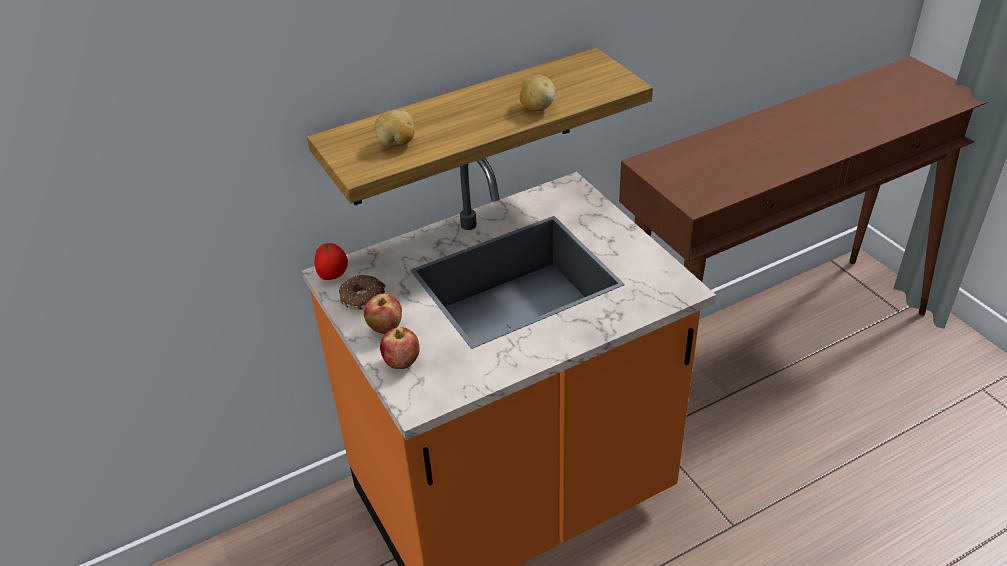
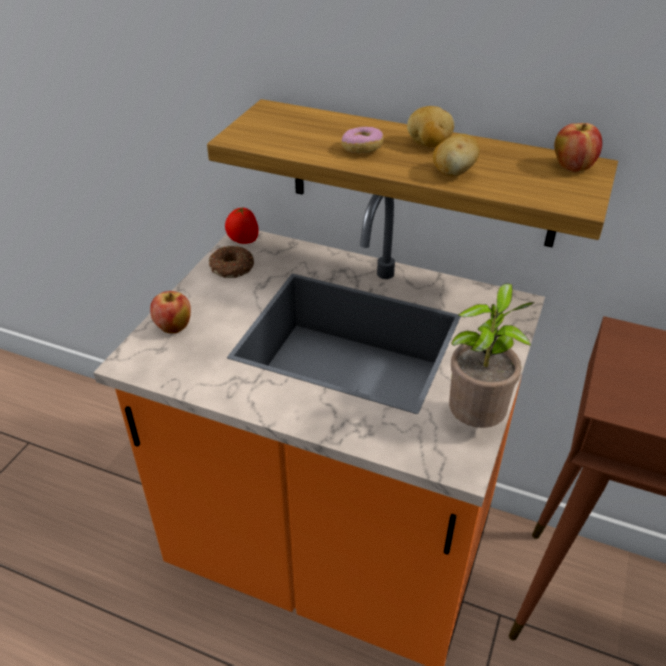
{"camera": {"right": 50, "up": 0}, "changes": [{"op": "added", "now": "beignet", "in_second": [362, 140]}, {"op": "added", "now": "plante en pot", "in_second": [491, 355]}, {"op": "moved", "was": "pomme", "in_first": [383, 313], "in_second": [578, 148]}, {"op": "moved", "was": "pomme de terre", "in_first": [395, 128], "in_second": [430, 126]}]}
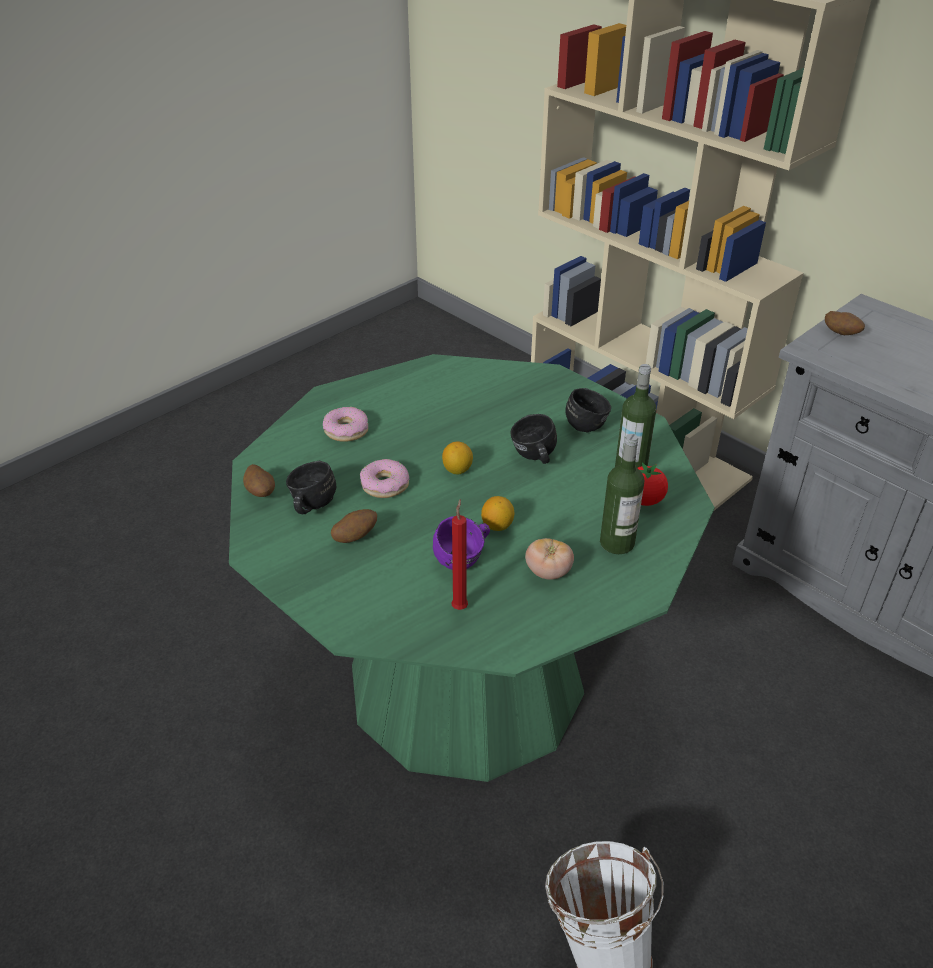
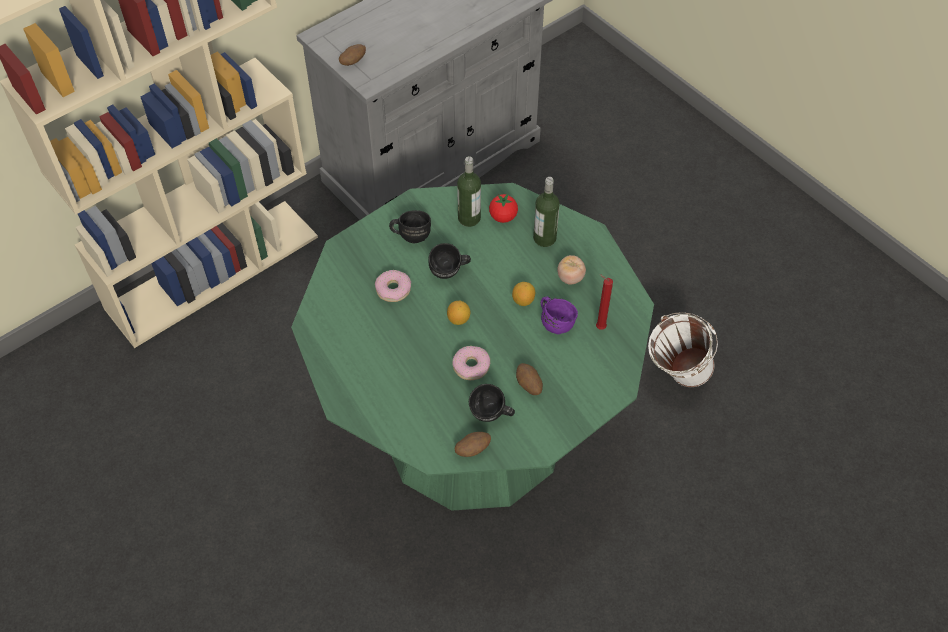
{"camera": {"right": -85, "up": 15}, "changes": [{"op": "moved", "was": "beignet", "in_first": [345, 424], "in_second": [393, 286]}]}
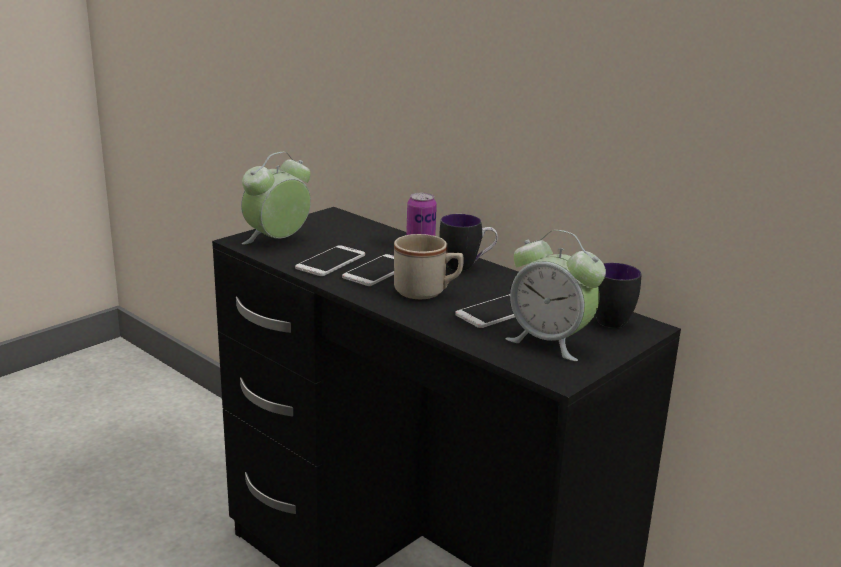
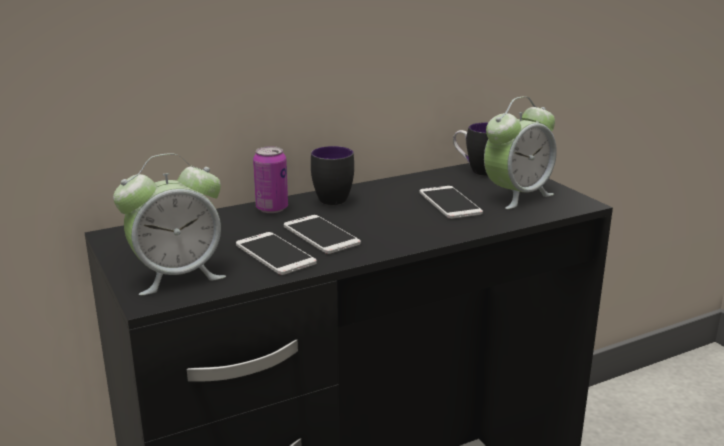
{"camera": {"right": -70, "up": 0}, "changes": [{"op": "removed", "was": "mug/beige", "in_first": [429, 266]}, {"op": "turned", "was": "réveil", "in_first": [276, 198], "in_second": [169, 224], "clockwise": -90}]}
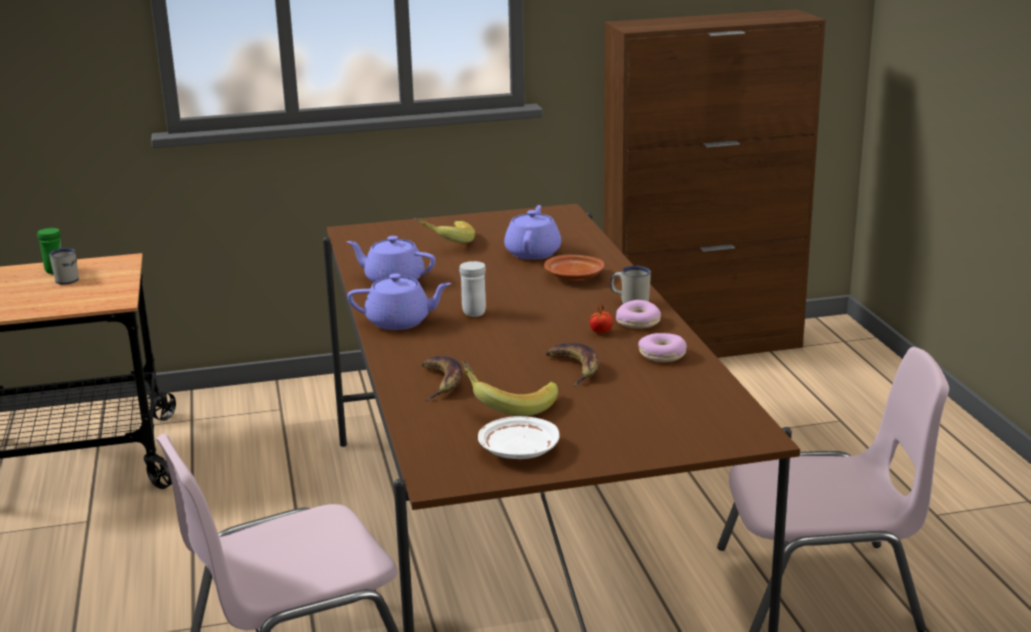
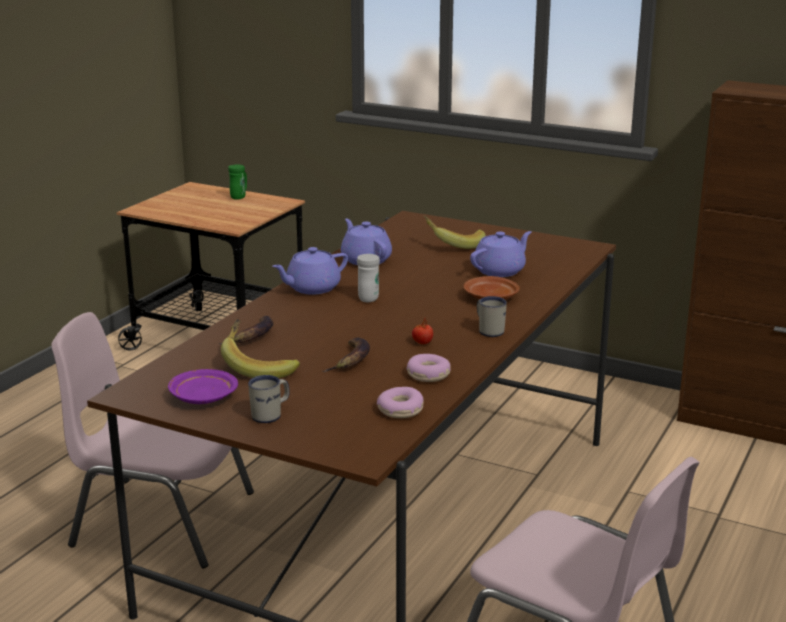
{"camera": {"right": 40, "up": 0}, "changes": [{"op": "moved", "was": "mug/blanc", "in_first": [64, 266], "in_second": [269, 399]}, {"op": "moved", "was": "beignet", "in_first": [638, 314], "in_second": [400, 402]}, {"op": "recoloured", "was": "assiette/blanc", "now": "assiette/violet", "in_first": [519, 437], "in_second": [203, 386]}, {"op": "turned", "was": "théière/violet", "in_first": [399, 301], "in_second": [310, 271], "clockwise": 105}]}
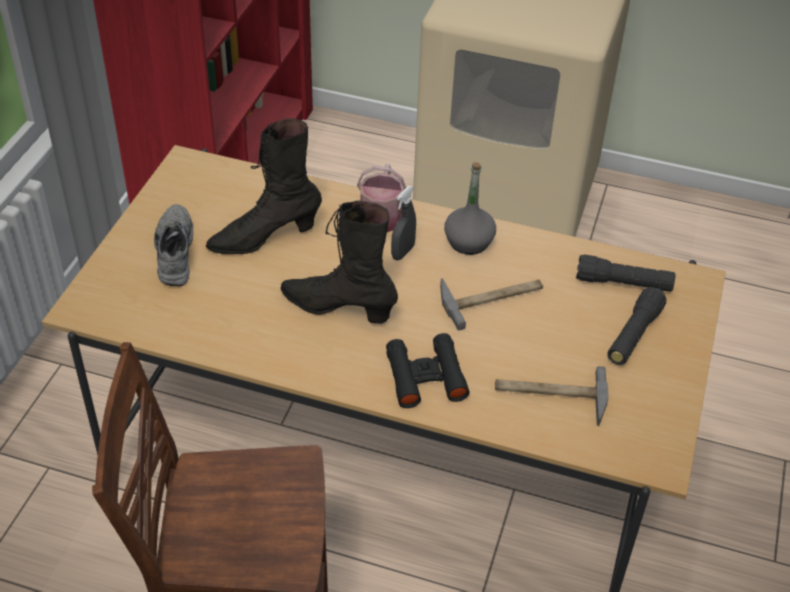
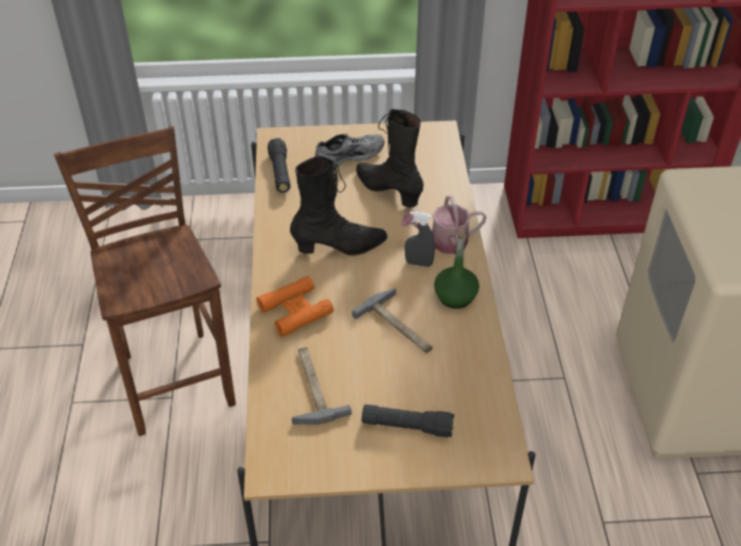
{"camera": {"right": 70, "up": 0}, "changes": [{"op": "moved", "was": "lampe de poche/noir", "in_first": [625, 273], "in_second": [279, 165]}, {"op": "recoloured", "was": "jumelles/noir", "now": "jumelles/orange", "in_first": [428, 370], "in_second": [295, 306]}, {"op": "recoloured", "was": "bouteille/gris", "now": "bouteille/vert", "in_first": [470, 208], "in_second": [456, 270]}, {"op": "turned", "was": "botte/noir", "in_first": [339, 262], "in_second": [339, 206], "clockwise": 75}]}
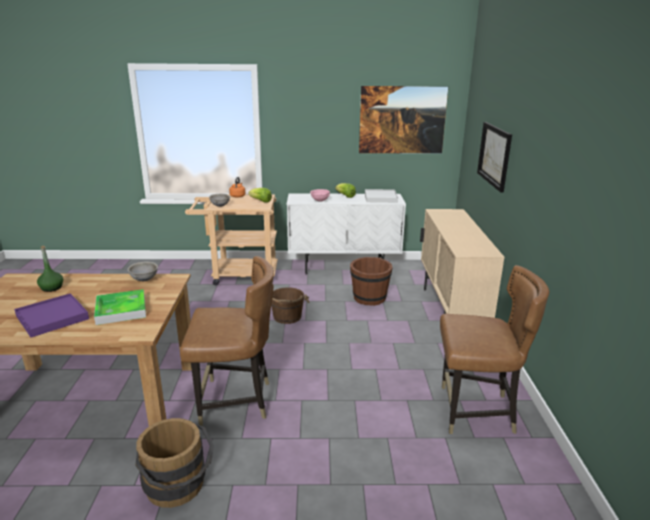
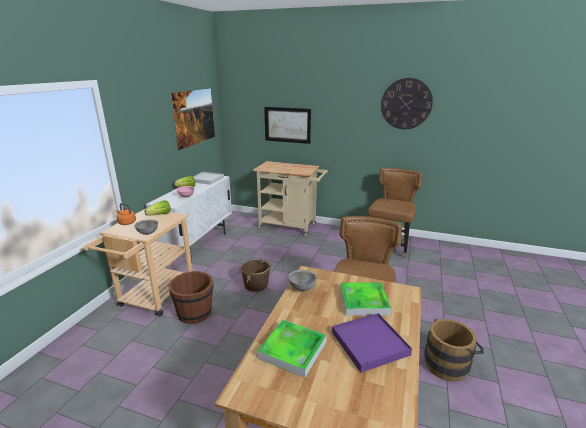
{"camera": {"right": -70, "up": 0}, "changes": [{"op": "added", "now": "horloge murale", "in_second": [407, 103]}, {"op": "moved", "was": "seau/marron", "in_first": [371, 281], "in_second": [191, 297]}, {"op": "replaced", "was": "bouteille/vert", "now": "plateau", "in_first": [50, 269], "in_second": [292, 349]}, {"op": "replaced", "was": "meuble de rangement/beige", "now": "chariot/beige", "in_first": [462, 263], "in_second": [290, 198]}]}
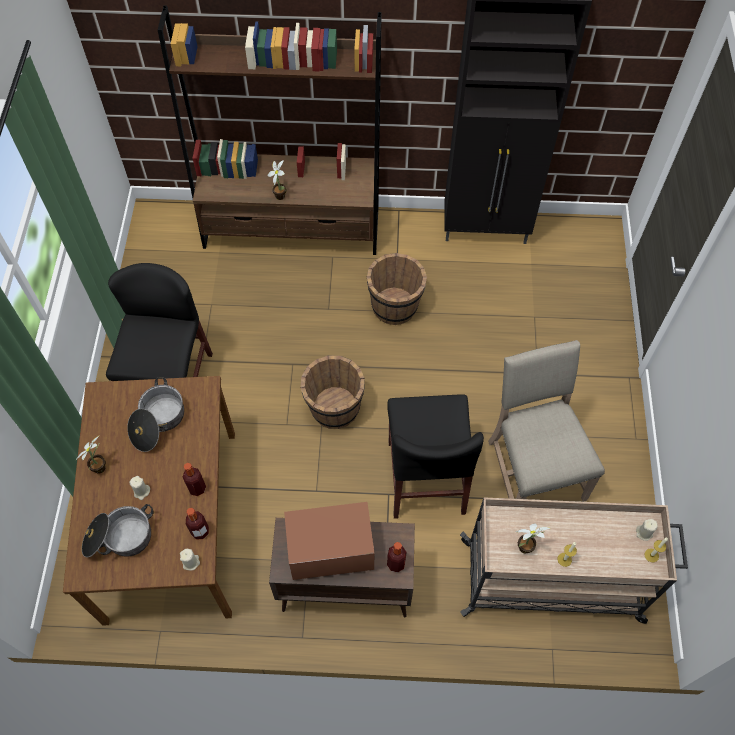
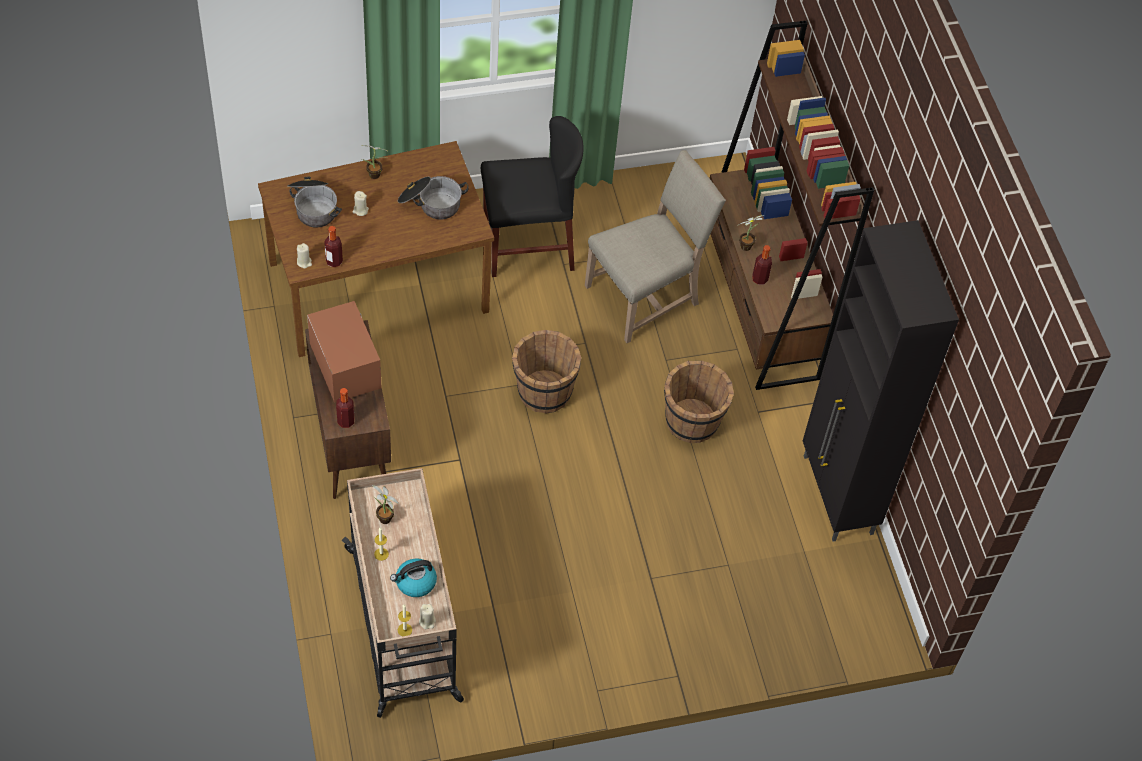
{"camera": {"right": 70, "up": -5}, "changes": [{"op": "removed", "was": "chaise/noir", "in_first": [435, 456]}, {"op": "added", "now": "bouilloire", "in_second": [413, 577]}, {"op": "moved", "was": "bouteille", "in_first": [194, 479], "in_second": [762, 265]}, {"op": "moved", "was": "chaise/beige", "in_first": [546, 421], "in_second": [655, 246]}]}
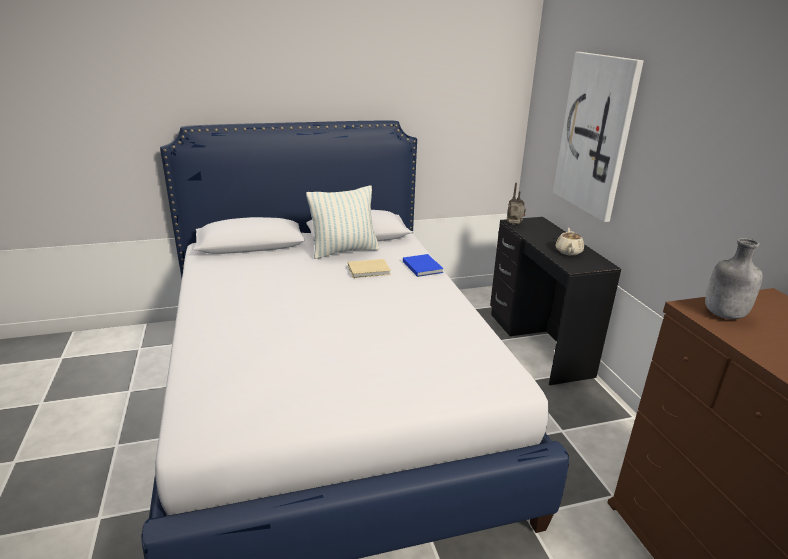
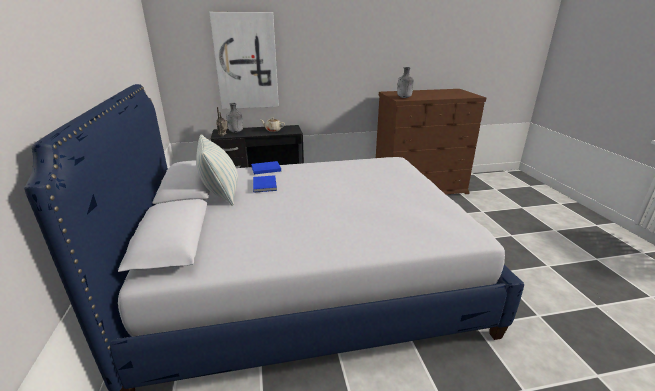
{"camera": {"right": -85, "up": 0}, "changes": [{"op": "added", "now": "bouteille/gris", "in_second": [235, 118]}, {"op": "recoloured", "was": "livre/beige", "now": "livre/bleu", "in_first": [369, 268], "in_second": [265, 184]}]}
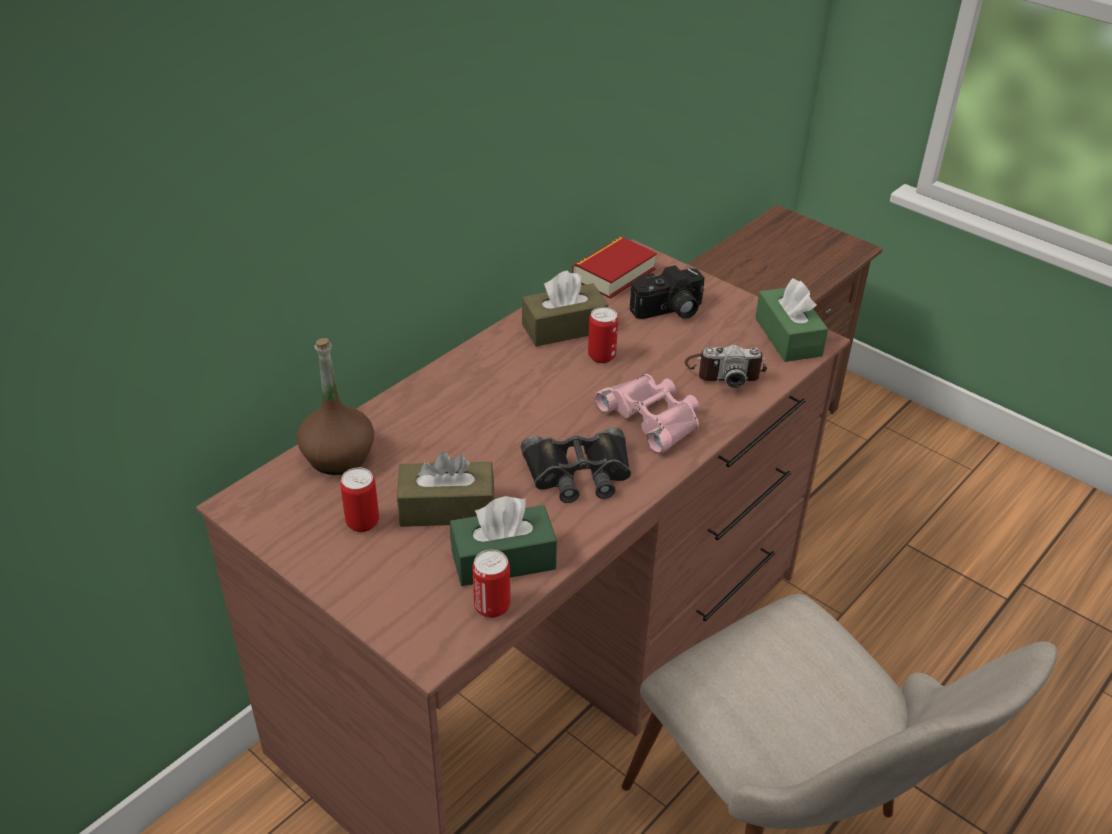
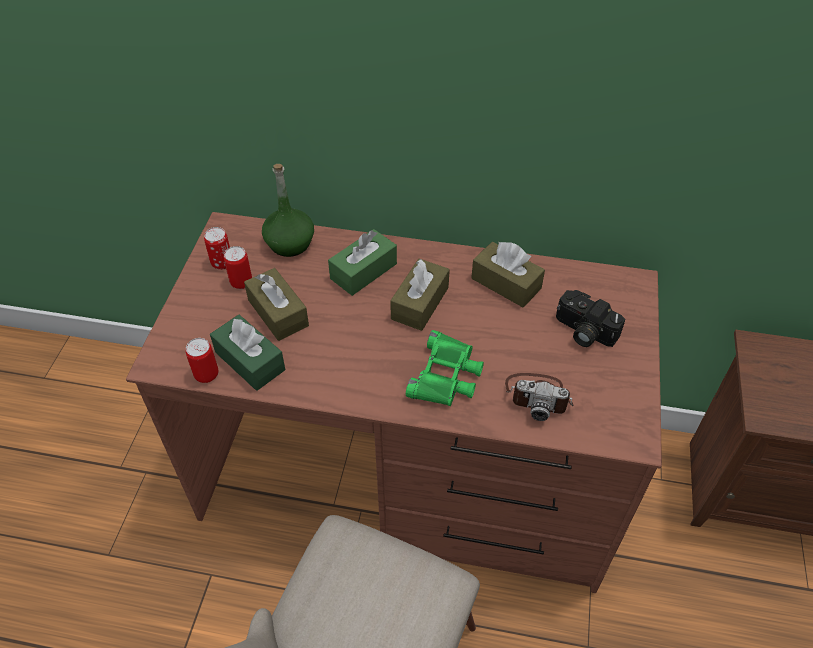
{"camera": {"right": 60, "up": 10}, "changes": [{"op": "removed", "was": "jumelles/noir", "in_first": [576, 465]}, {"op": "removed", "was": "livre", "in_first": [614, 268]}, {"op": "added", "now": "boîte à mouchoirs/marron", "in_second": [420, 295]}, {"op": "moved", "was": "boîte métallique", "in_first": [603, 335], "in_second": [217, 248]}, {"op": "moved", "was": "boîte à mouchoirs/vert", "in_first": [791, 320], "in_second": [362, 262]}, {"op": "recoloured", "was": "bouteille/marron", "now": "bouteille/vert", "in_first": [335, 406], "in_second": [288, 210]}, {"op": "recoloured", "was": "jumelles/rose", "now": "jumelles/vert", "in_first": [647, 414], "in_second": [445, 368]}, {"op": "turned", "was": "appareil photo", "in_first": [726, 366], "in_second": [539, 397], "clockwise": -45}]}
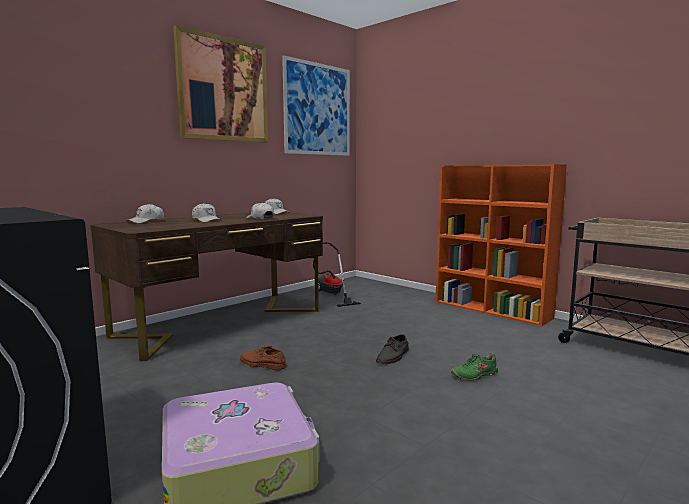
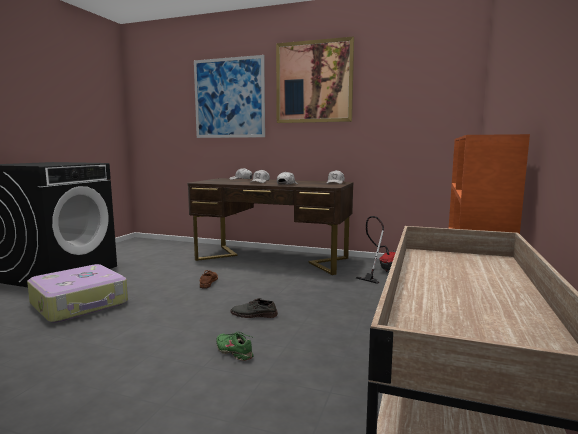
{"camera": {"right": 65, "up": 0}, "changes": [{"op": "moved", "was": "tableau", "in_first": [316, 105], "in_second": [229, 96]}]}
